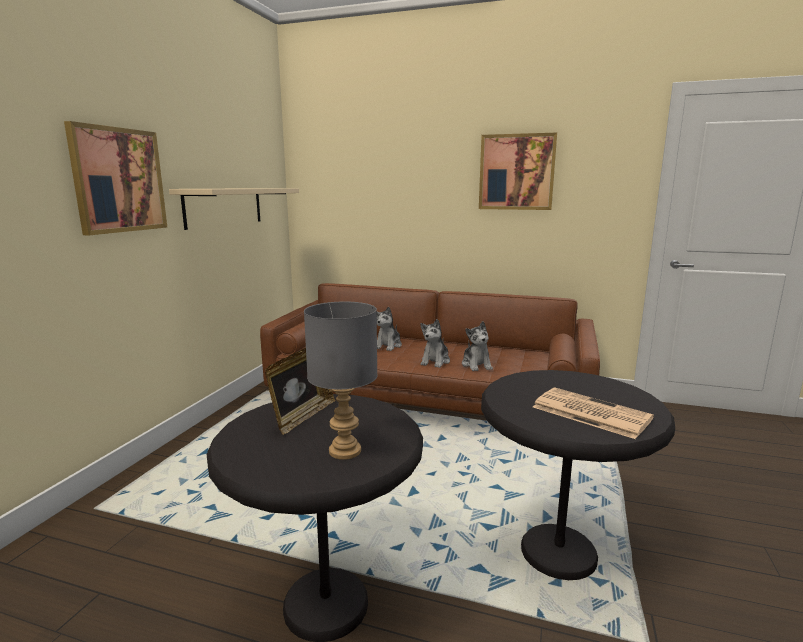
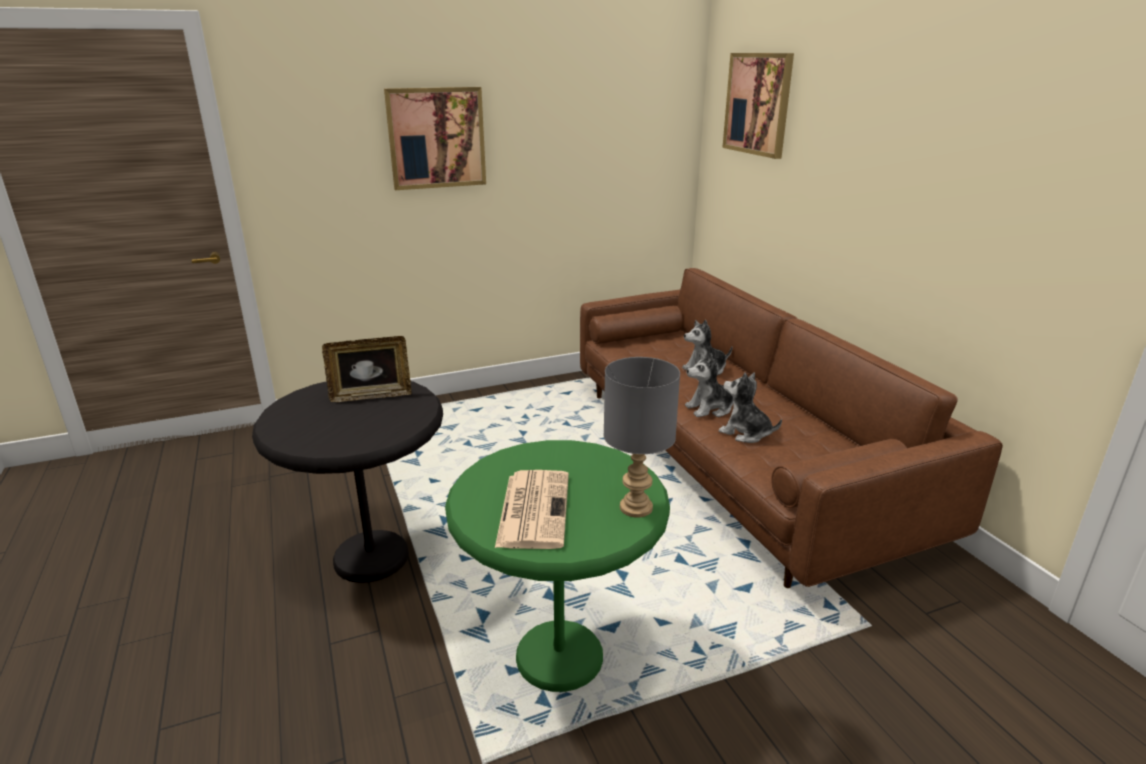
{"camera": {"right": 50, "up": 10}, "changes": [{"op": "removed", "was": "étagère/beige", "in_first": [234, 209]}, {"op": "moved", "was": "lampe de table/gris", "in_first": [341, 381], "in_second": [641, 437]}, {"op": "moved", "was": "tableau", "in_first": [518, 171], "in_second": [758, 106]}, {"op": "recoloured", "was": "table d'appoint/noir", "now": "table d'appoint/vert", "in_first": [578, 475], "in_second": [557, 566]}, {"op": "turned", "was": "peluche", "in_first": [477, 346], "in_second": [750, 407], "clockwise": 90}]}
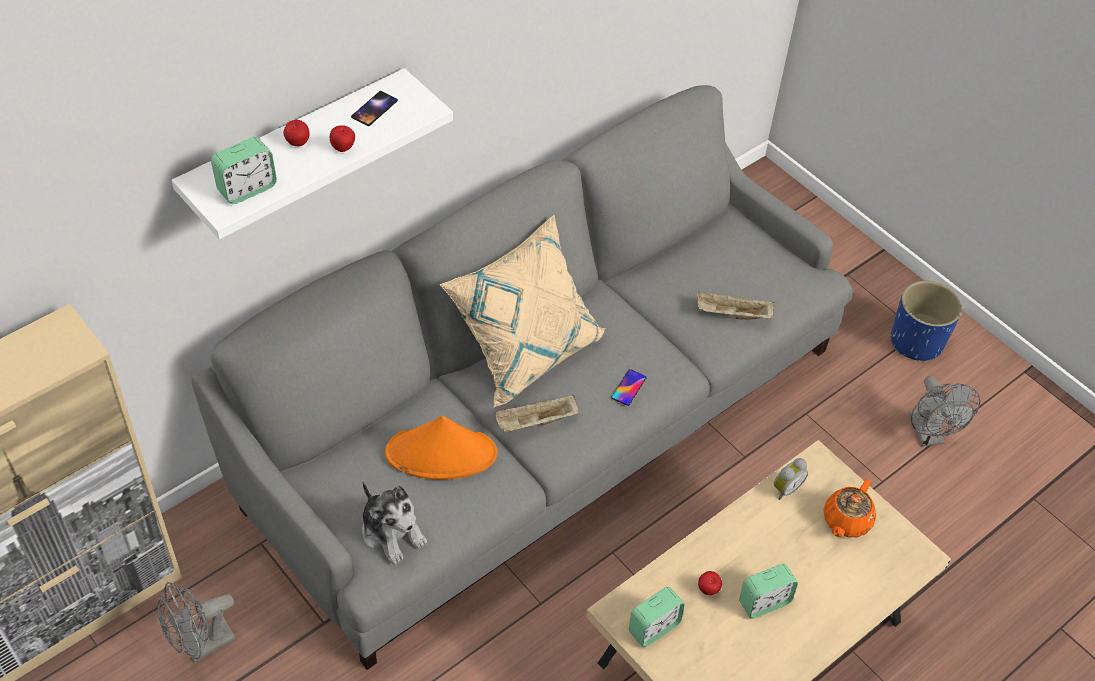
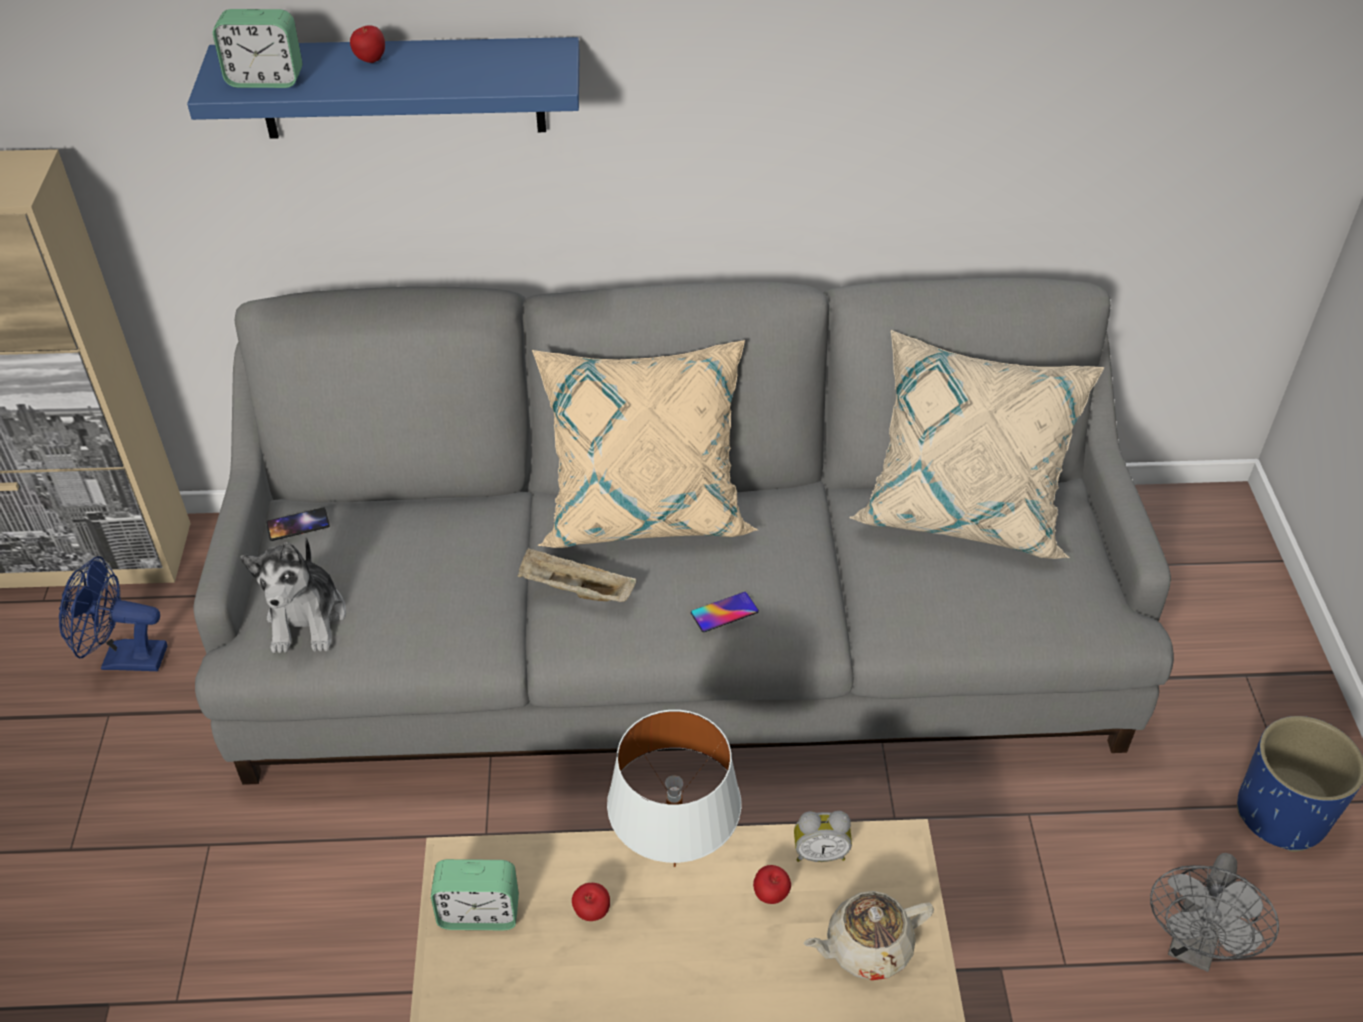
{"camera": {"right": 40, "up": -5}, "changes": [{"op": "removed", "was": "chapeau/orange", "in_first": [441, 448]}, {"op": "removed", "was": "plateau/beige", "in_first": [735, 305]}, {"op": "removed", "was": "réveil", "in_first": [768, 591]}, {"op": "added", "now": "lampe de table/blanc", "in_second": [674, 788]}, {"op": "added", "now": "coussin/beige", "in_second": [976, 444]}, {"op": "moved", "was": "pomme", "in_first": [342, 138], "in_second": [772, 884]}, {"op": "moved", "was": "téléphone", "in_first": [374, 108], "in_second": [298, 524]}, {"op": "recoloured", "was": "ventilateur/gris", "now": "ventilateur/bleu", "in_first": [197, 622], "in_second": [113, 613]}, {"op": "recoloured", "was": "étagère/blanc", "now": "étagère/bleu", "in_first": [312, 153], "in_second": [383, 88]}, {"op": "recoloured", "was": "théière/orange", "now": "théière/beige", "in_first": [849, 508], "in_second": [869, 935]}]}
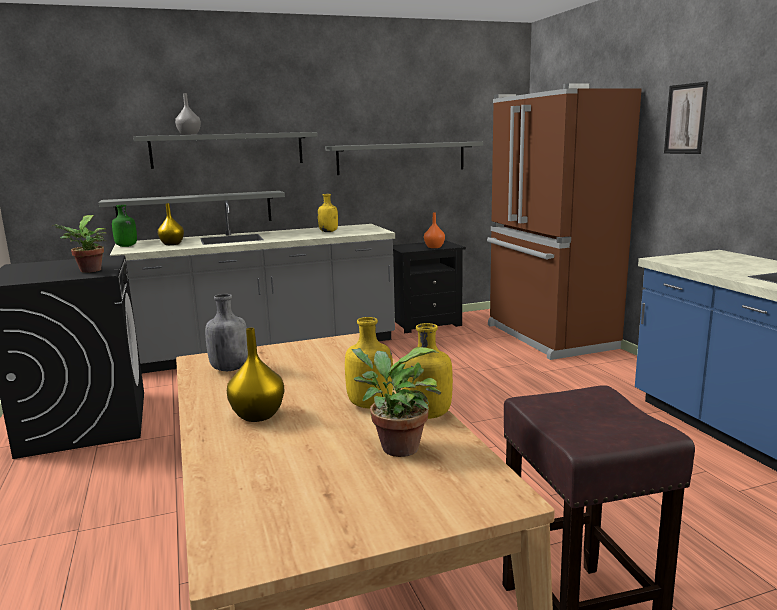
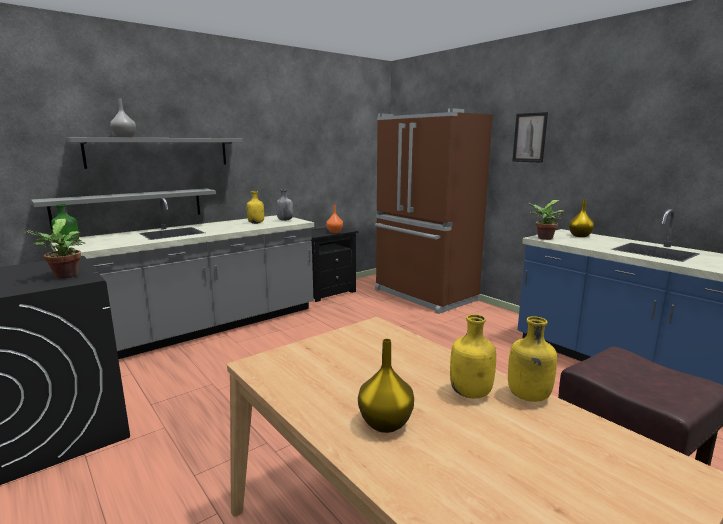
{"camera": {"right": -20, "up": 0}, "changes": [{"op": "removed", "was": "étagère/gris", "in_first": [404, 158]}, {"op": "moved", "was": "vase/jaune", "in_first": [171, 224], "in_second": [581, 218]}, {"op": "moved", "was": "bouteille/gris", "in_first": [226, 332], "in_second": [284, 205]}, {"op": "moved", "was": "plante en pot", "in_first": [396, 402], "in_second": [545, 220]}]}
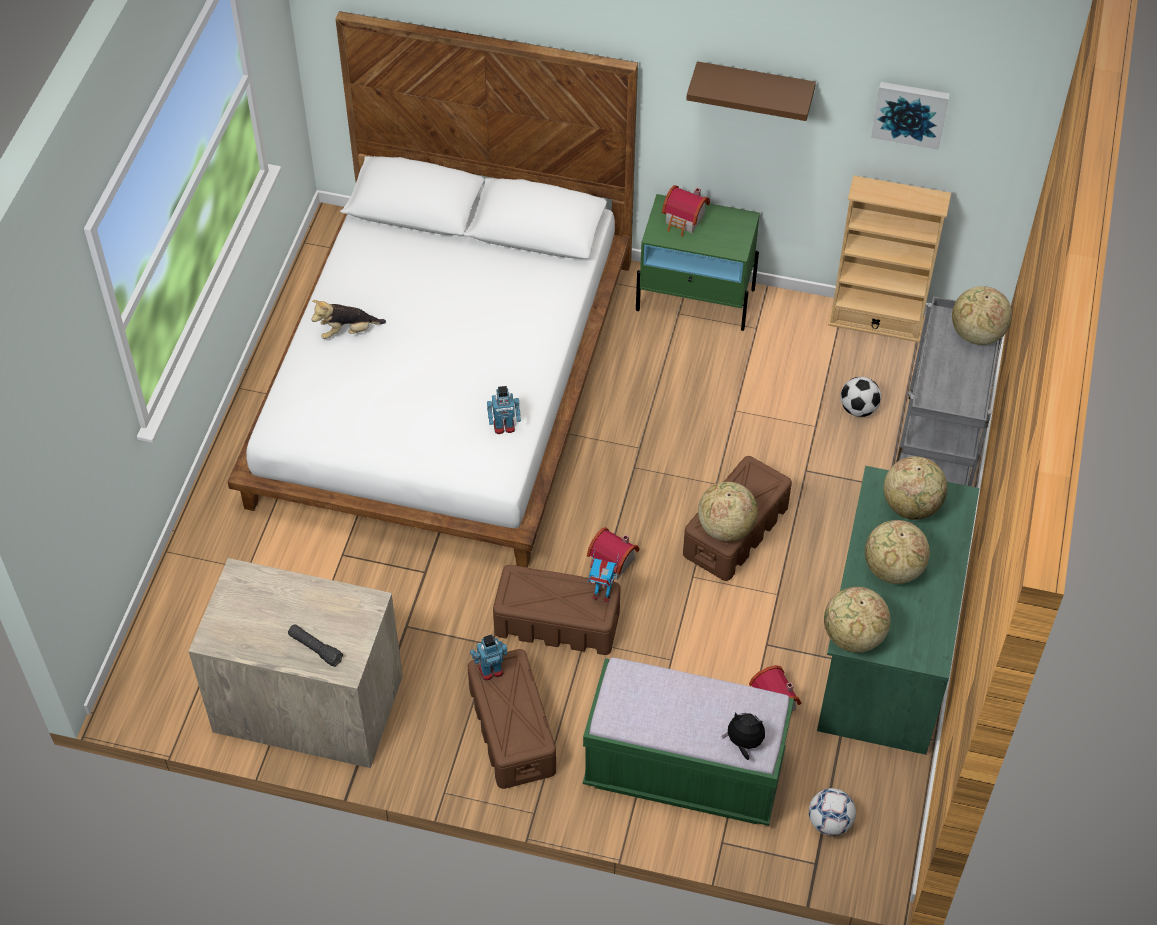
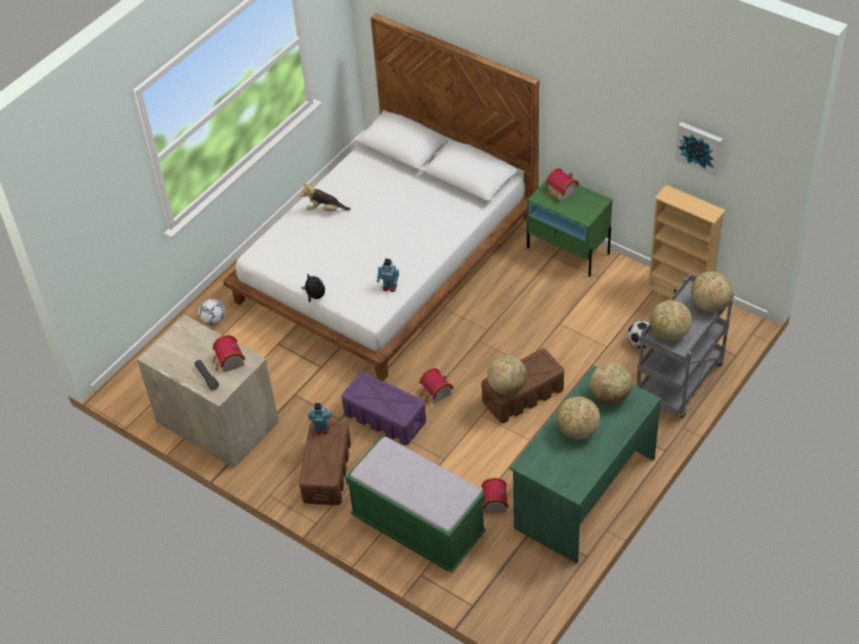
{"camera": {"right": 25, "up": -5}, "changes": [{"op": "removed", "was": "robot jouet", "in_first": [603, 575]}, {"op": "removed", "was": "étagère/marron", "in_first": [751, 91]}, {"op": "added", "now": "maison miniature", "in_second": [228, 353]}, {"op": "moved", "was": "peluche", "in_first": [743, 736], "in_second": [313, 288]}, {"op": "moved", "was": "ballon de foot", "in_first": [832, 812], "in_second": [211, 312]}, {"op": "moved", "was": "globe", "in_first": [857, 620], "in_second": [671, 320]}, {"op": "recoloured", "was": "boîte de rangement/marron", "now": "boîte de rangement/violet", "in_first": [557, 610], "in_second": [384, 408]}]}
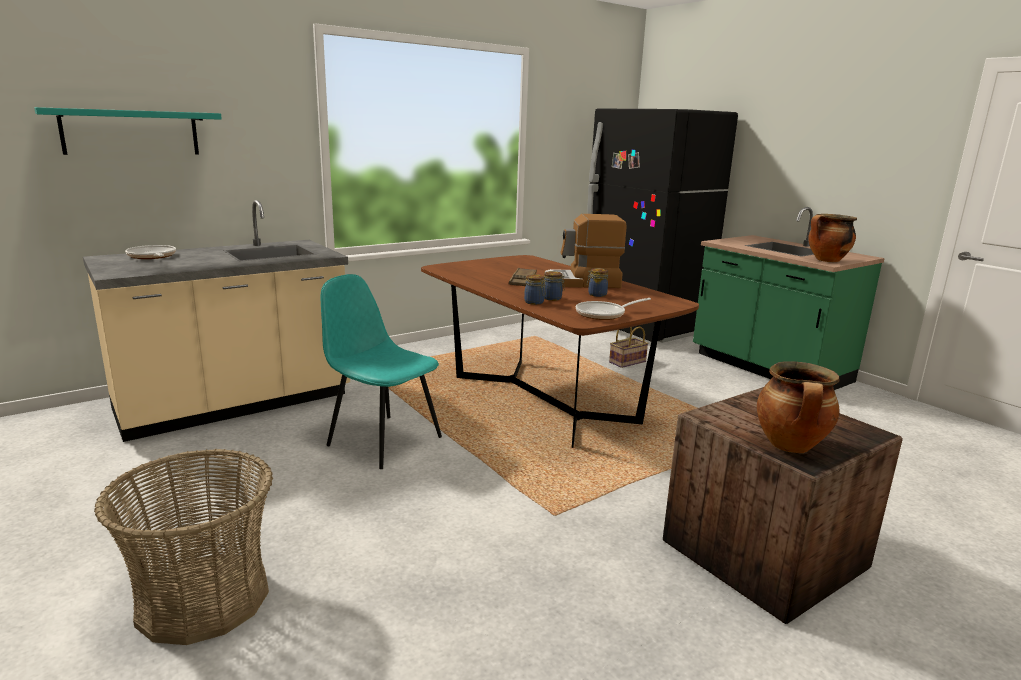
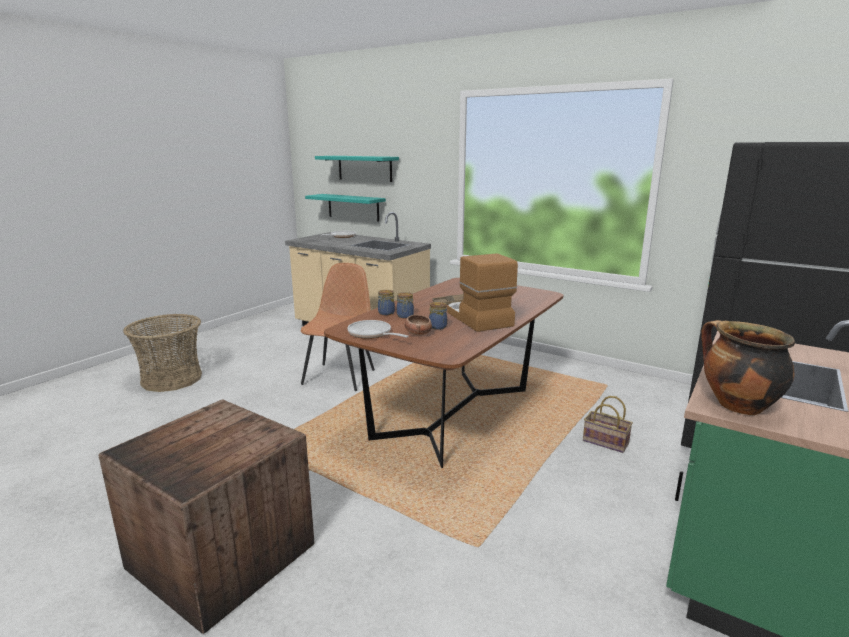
{"camera": {"right": 70, "up": 0}, "changes": [{"op": "removed", "was": "marmite", "in_first": [798, 407]}, {"op": "added", "now": "étagère/turquoise", "in_second": [345, 207]}, {"op": "added", "now": "bol", "in_second": [418, 325]}, {"op": "recoloured", "was": "chaise/turquoise", "now": "chaise/marron", "in_first": [381, 371], "in_second": [337, 327]}]}
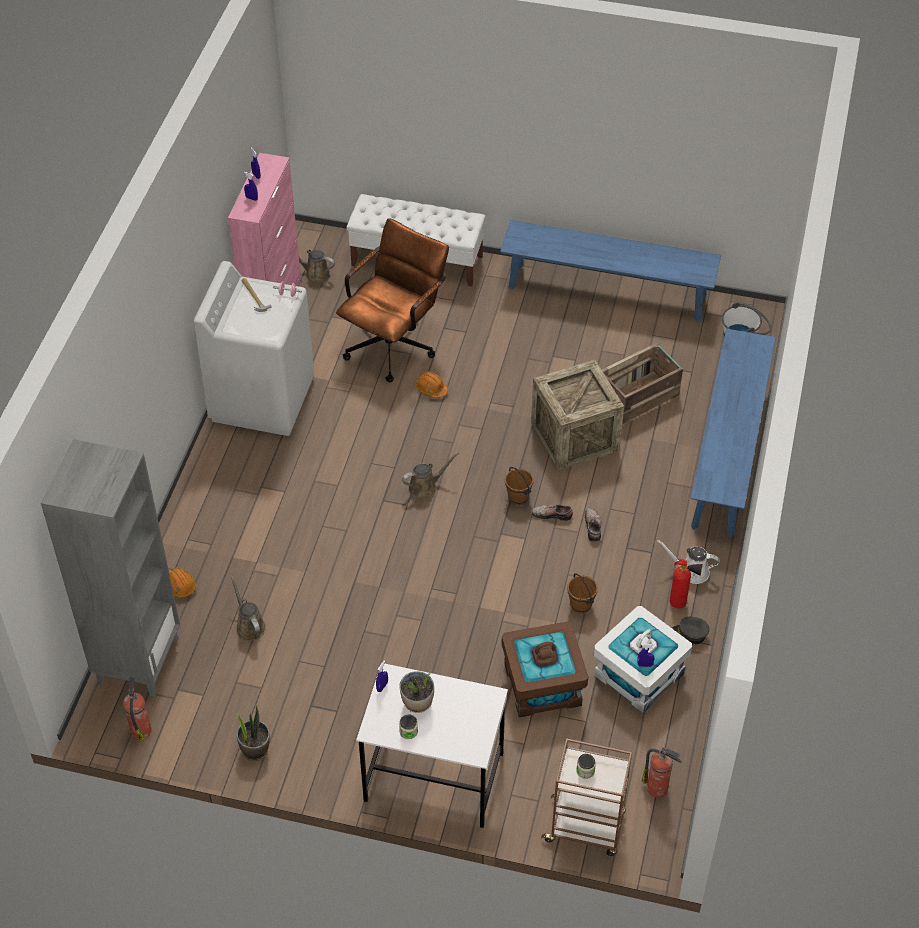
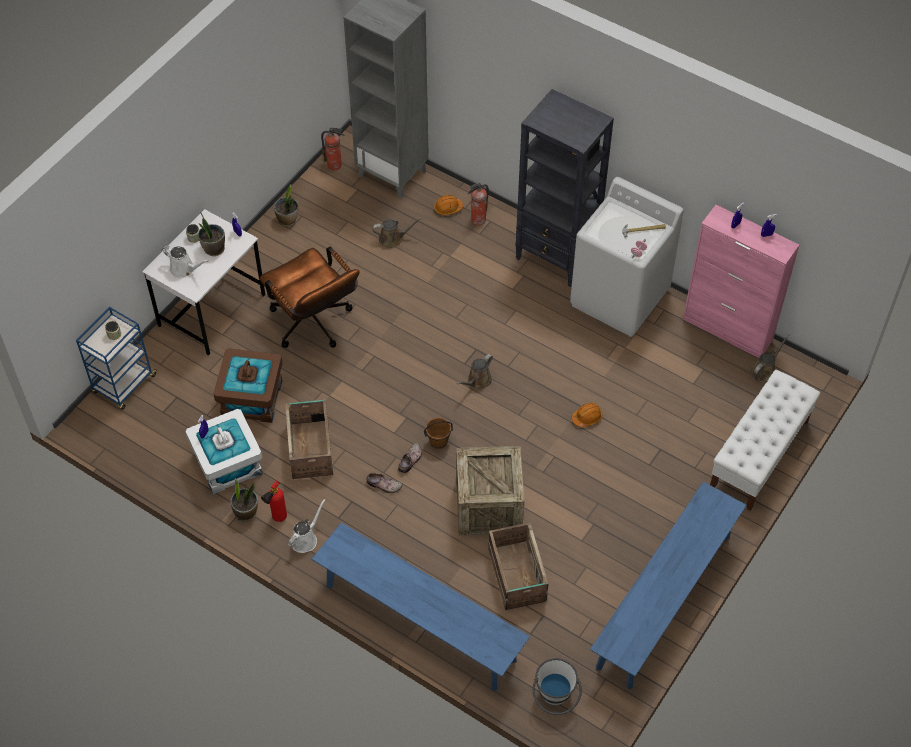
{"camera": {"right": 110, "up": 5}, "changes": [{"op": "added", "now": "arrosoir/blanc", "in_second": [185, 261]}, {"op": "added", "now": "bibliothèque/noir", "in_second": [564, 188]}, {"op": "moved", "was": "chaise de bureau/marron", "in_first": [392, 300], "in_second": [309, 297]}, {"op": "moved", "was": "extincteur", "in_first": [662, 772], "in_second": [478, 204]}, {"op": "replaced", "was": "seau/marron", "now": "caisse", "in_first": [582, 593], "in_second": [309, 439]}, {"op": "replaced", "was": "casquette/gris", "now": "plante en pot", "in_first": [691, 631], "in_second": [244, 500]}, {"op": "recoloured", "was": "chariot/marron", "now": "chariot/bleu", "in_first": [586, 797], "in_second": [117, 358]}, {"op": "turned", "was": "arrosoir/marron", "in_first": [430, 475], "in_second": [475, 371], "clockwise": 45}]}
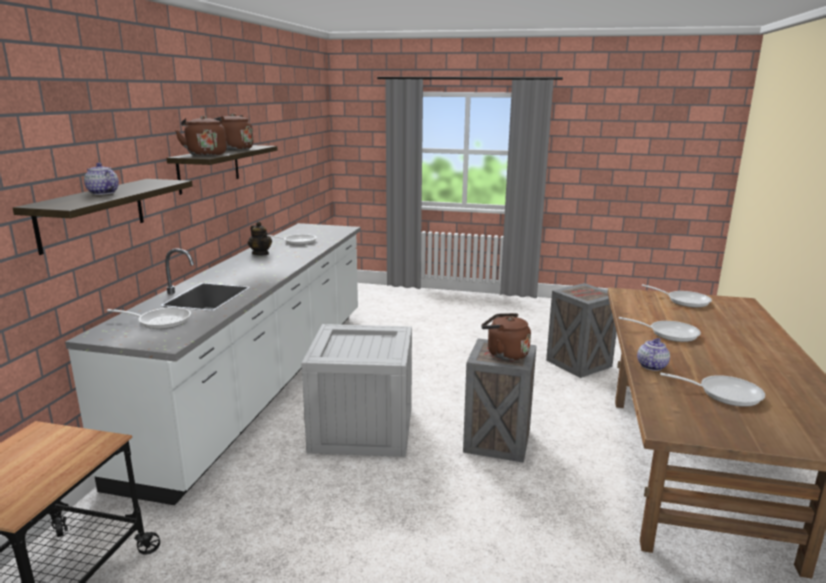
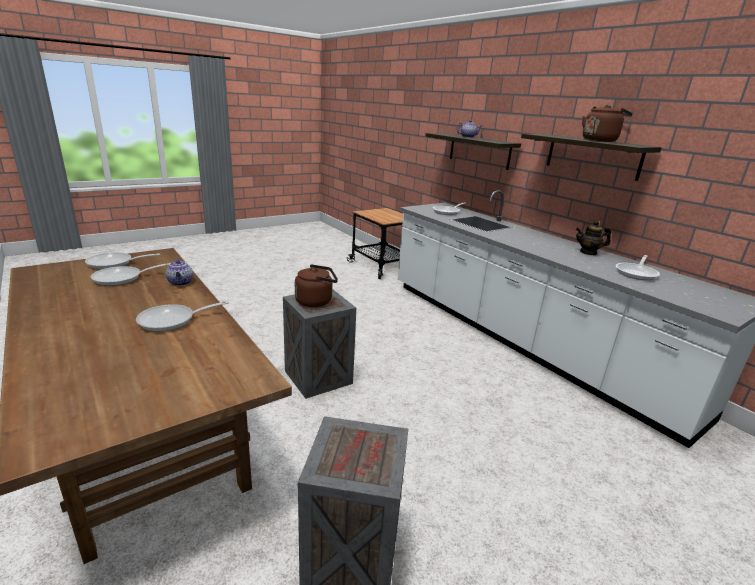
{"camera": {"right": 130, "up": 5}, "changes": [{"op": "removed", "was": "bouilloire/marron", "in_first": [201, 135]}, {"op": "removed", "was": "caisse", "in_first": [356, 390]}, {"op": "moved", "was": "poêle", "in_first": [676, 296], "in_second": [122, 260]}]}
